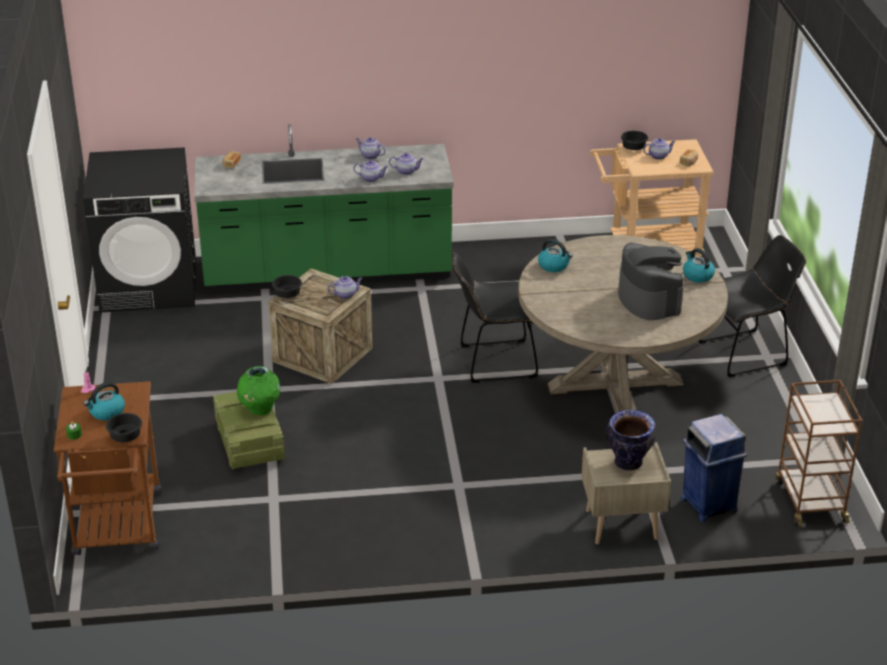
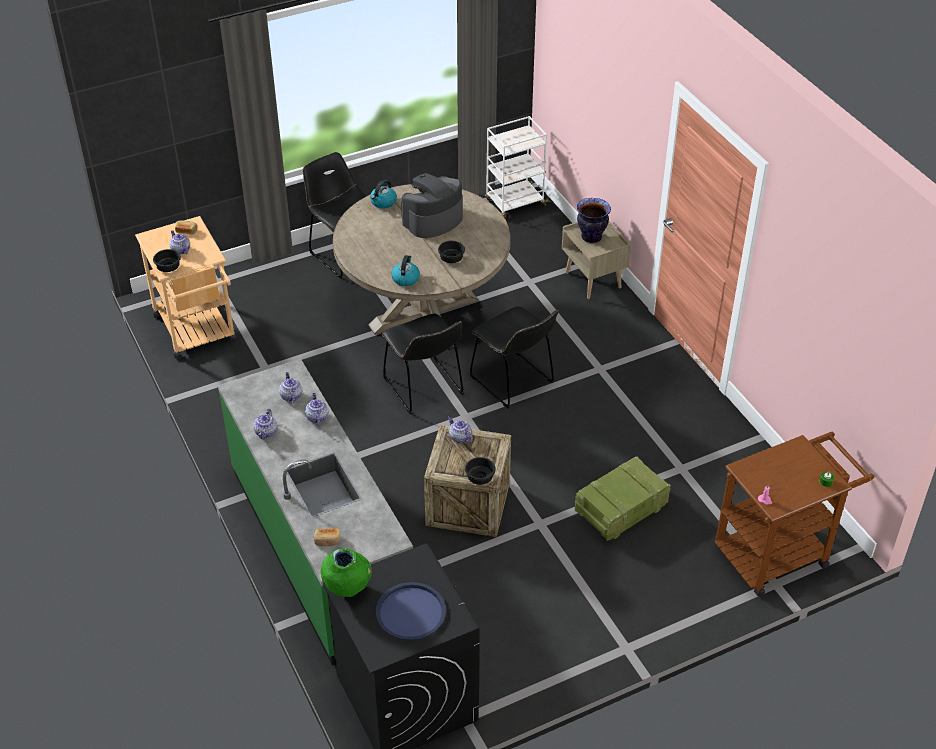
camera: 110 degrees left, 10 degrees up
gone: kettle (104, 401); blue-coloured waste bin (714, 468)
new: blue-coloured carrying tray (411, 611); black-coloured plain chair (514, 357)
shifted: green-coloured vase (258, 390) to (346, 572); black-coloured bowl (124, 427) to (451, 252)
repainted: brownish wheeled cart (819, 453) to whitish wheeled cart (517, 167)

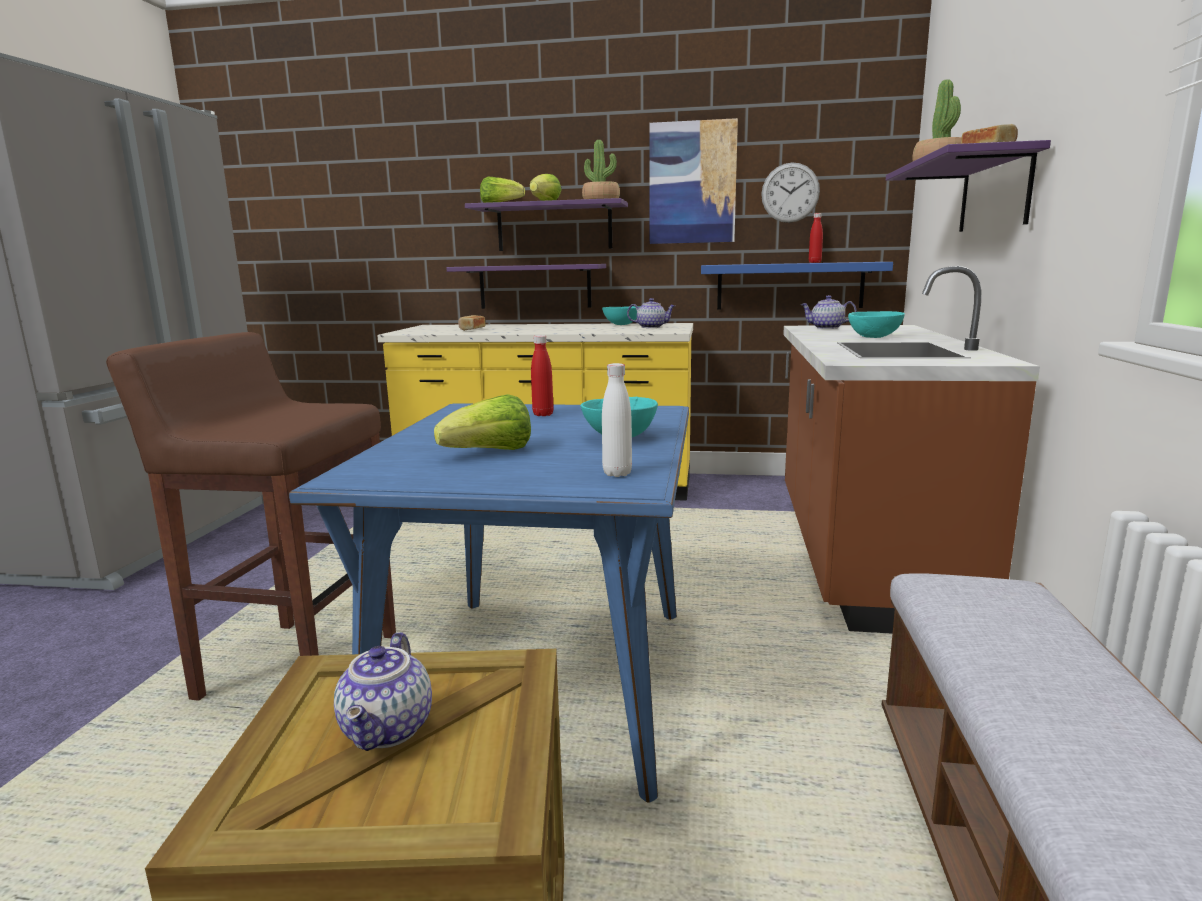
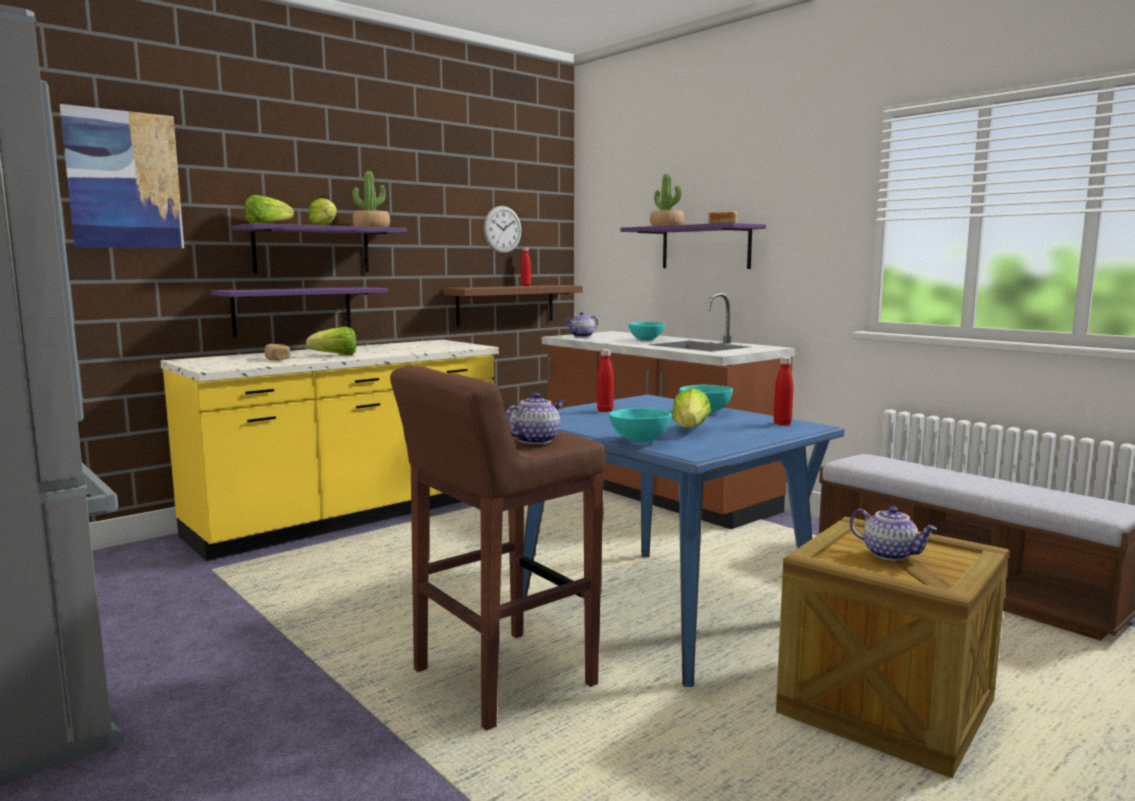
camera: 50 degrees left, 5 degrees down
new: head of lettuce (331, 341)
shifted: wall art (693, 181) to (122, 176); pot for tea (651, 313) to (535, 418); turquoise-coloured bowl (621, 315) to (640, 425)
repainted: blue-coloured bracket shelf (797, 285) to brownish bracket shelf (513, 305); whitish drink bottle (617, 420) to red-coloured drink bottle (783, 391)

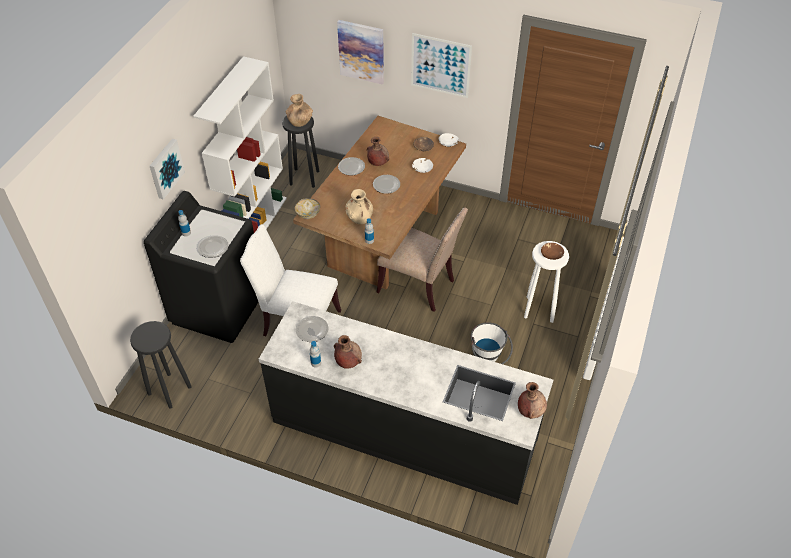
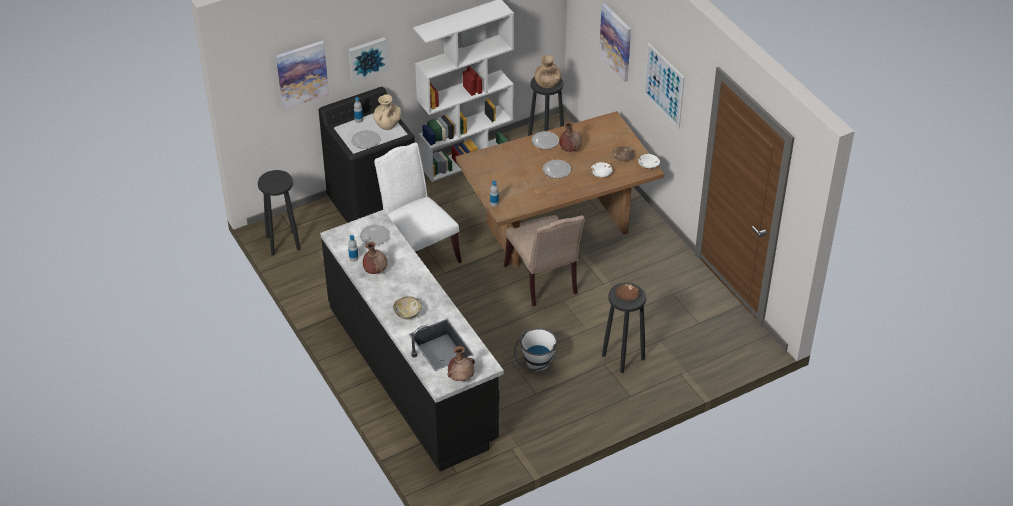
camera: 40 degrees right, 5 degrees down
new: wall art (302, 75)
shifted: beige vase (359, 206) to (387, 112); bowl (307, 208) to (407, 308)
repainted: whitish stool seat (546, 282) to black-coloured stool seat (624, 328)

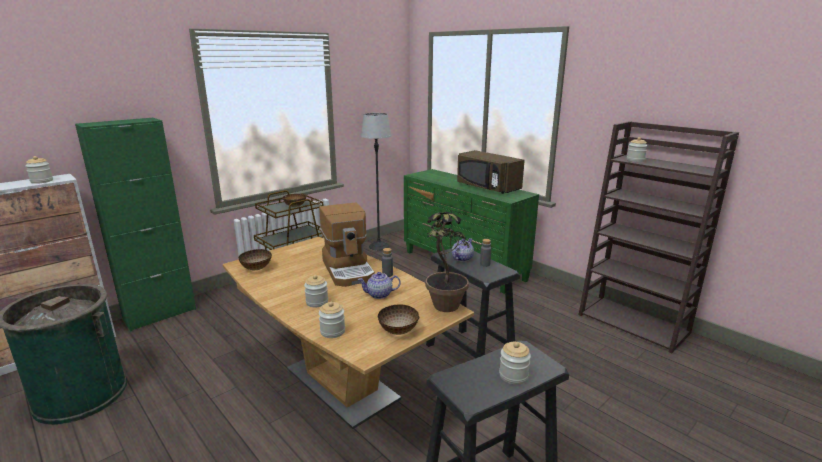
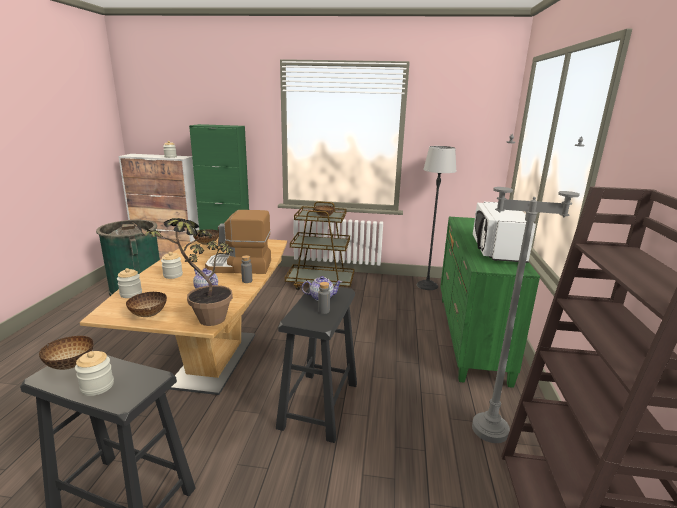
camera: 50 degrees right, 0 degrees up
gone: storage jar (637, 149)
new: bowl (66, 353); gray standard lamp (528, 288)
repainted: brownish microwave (491, 172) to whitish microwave (504, 232)
rotated: coffee machine (347, 244) = (238, 242) 60 degrees clockwise

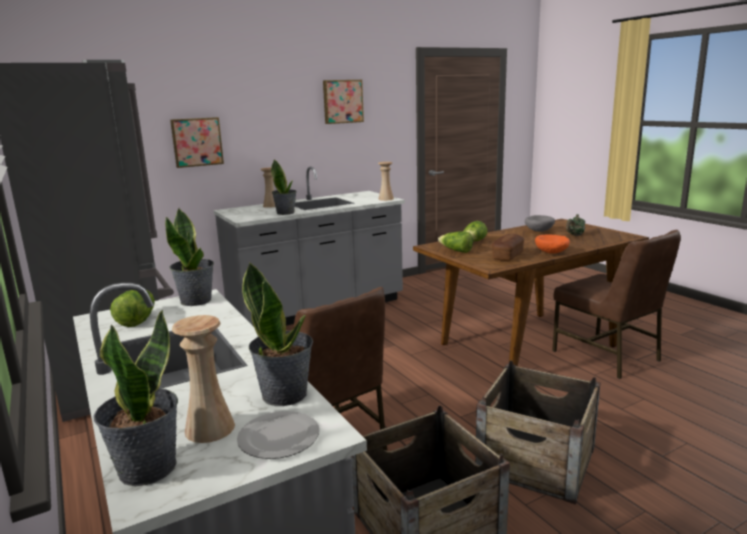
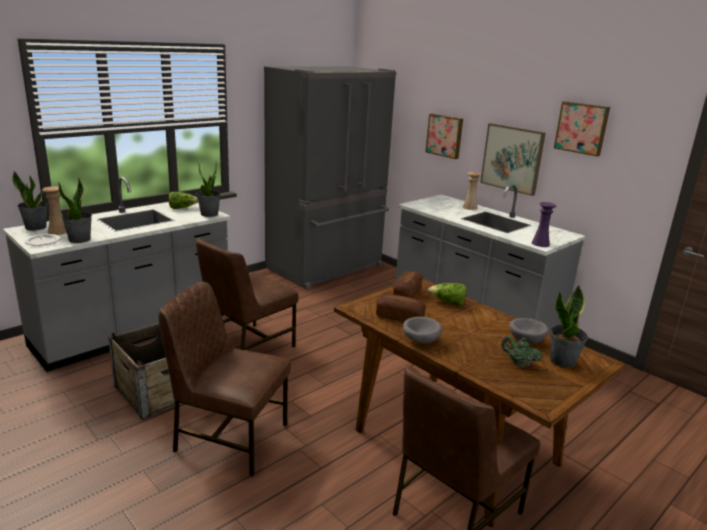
camera: 75 degrees right, 5 degrees up
new: wall art (513, 159)
shifted: plant in a pot (284, 187) to (568, 326)
swapped: crate (537, 432) to brownish plain chair (224, 379); head of lettuce (455, 242) to bread (408, 285)
repainted: orange-coloured bowl (552, 244) to gray bowl (422, 330); beige vase (386, 181) to purple vase (544, 224)

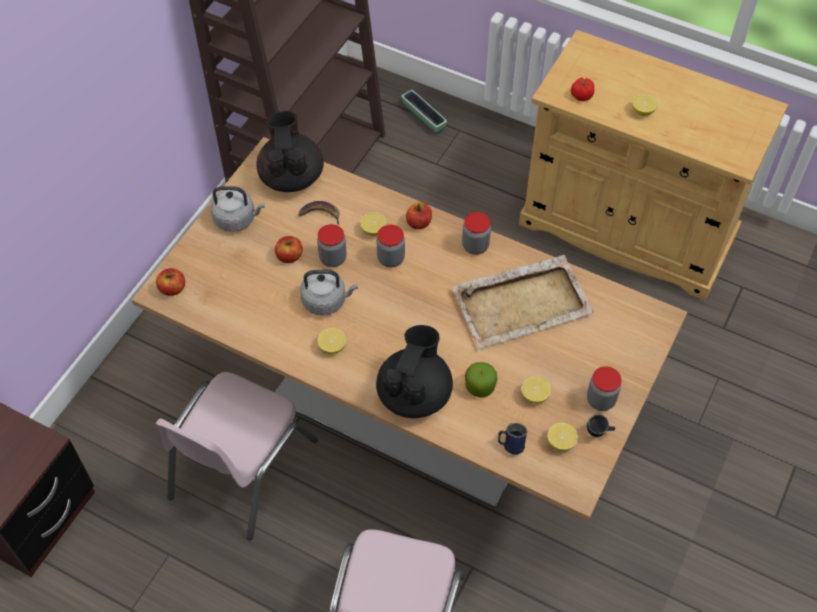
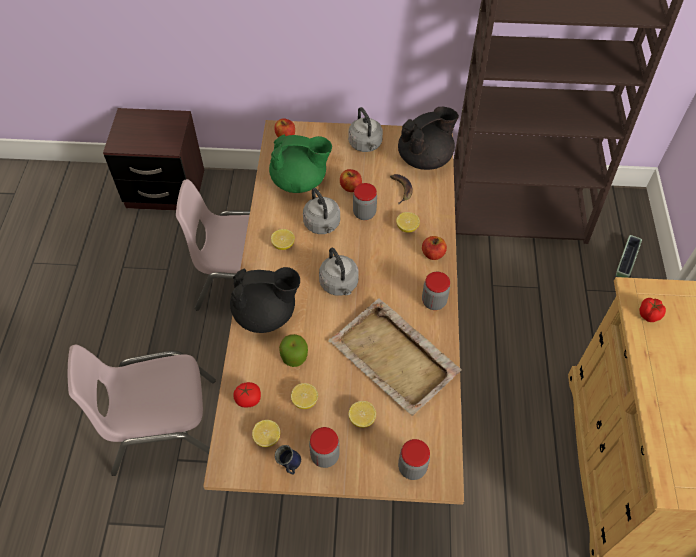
camera: 65 degrees right, 0 degrees up
new: green-coloured pot for tea (300, 164); gray kettle (339, 272)
shifted: whole lemon (645, 105) to (362, 414); storage jar (390, 246) to (414, 459)
swapped: blue-coloured coffee mug (512, 439) to fresh tomato (247, 395)

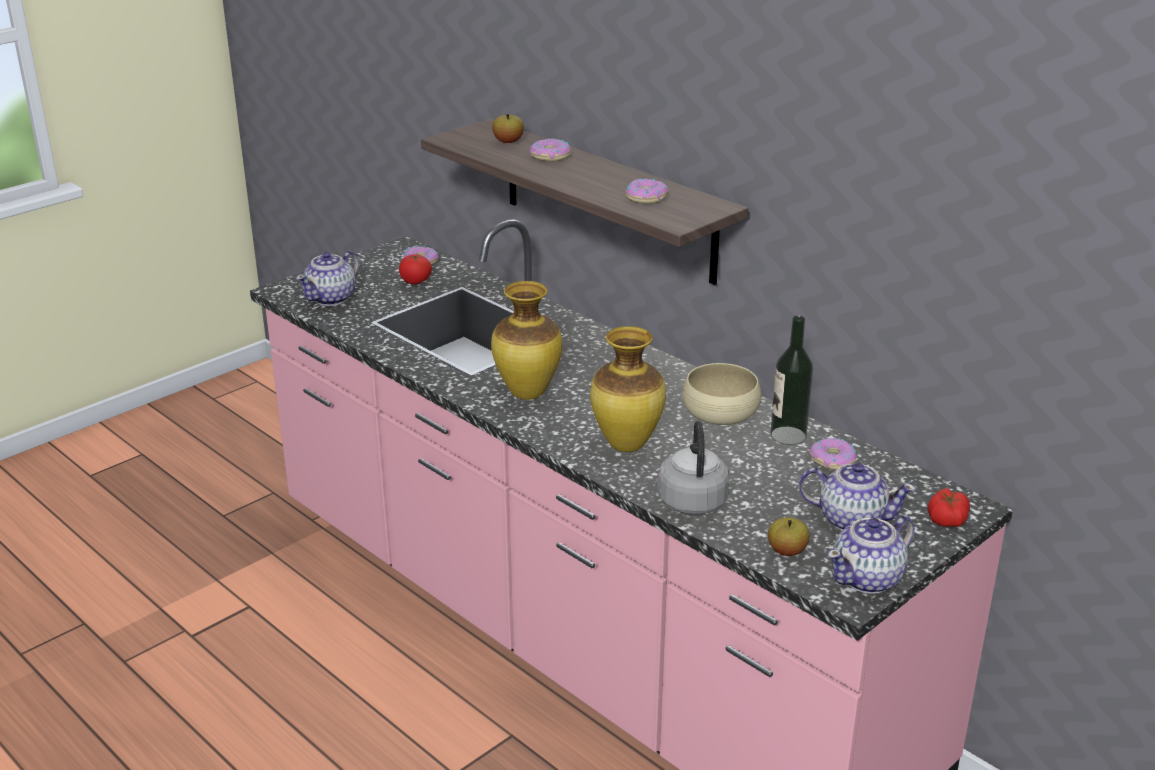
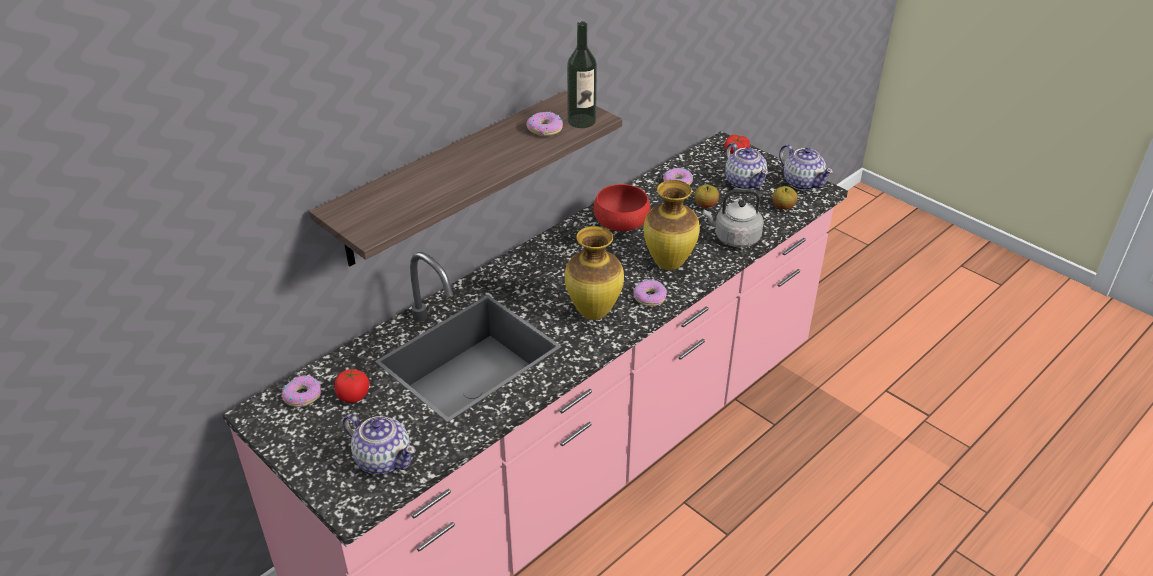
camera: 90 degrees left, 10 degrees up
shifted: drink bottle (791, 380) to (582, 74); ring doughnut (550, 150) to (650, 292); whole apple (508, 128) to (706, 196)
repainted: beige bowl (721, 394) to red-coloured bowl (621, 207)
rotated: pot for tea (857, 497) = (747, 166) 135 degrees clockwise

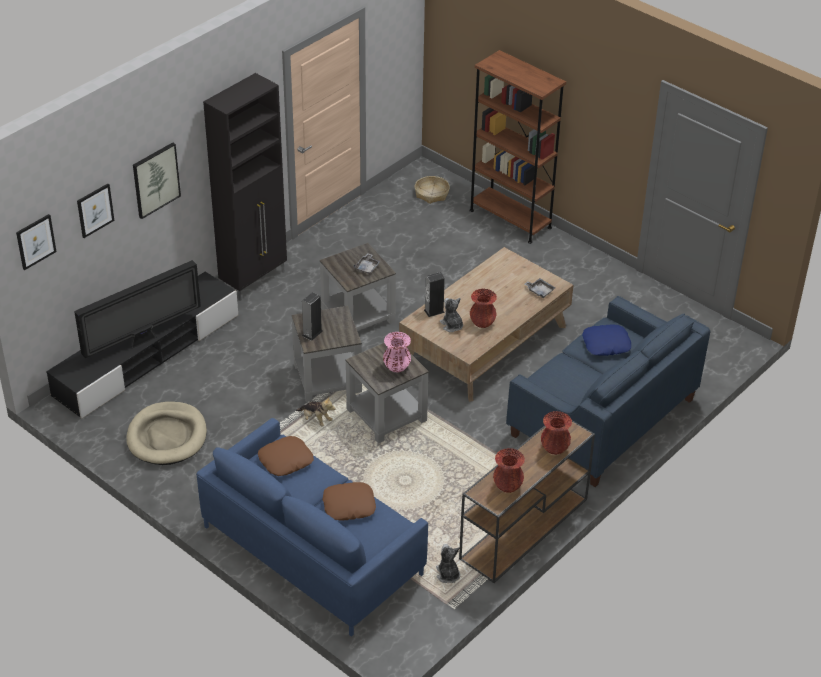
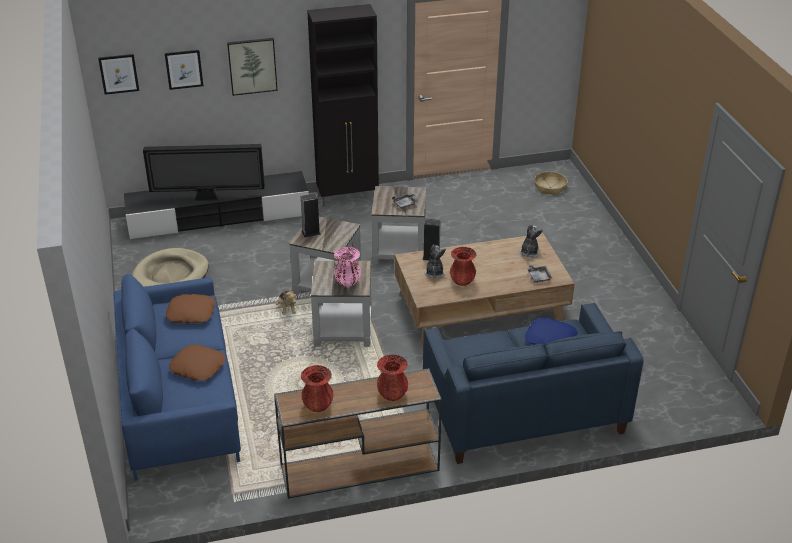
camera: 35 degrees right, 5 degrees down
gone: brownish bookcase (518, 147)
shifted: soft toy (448, 563) to (531, 241)

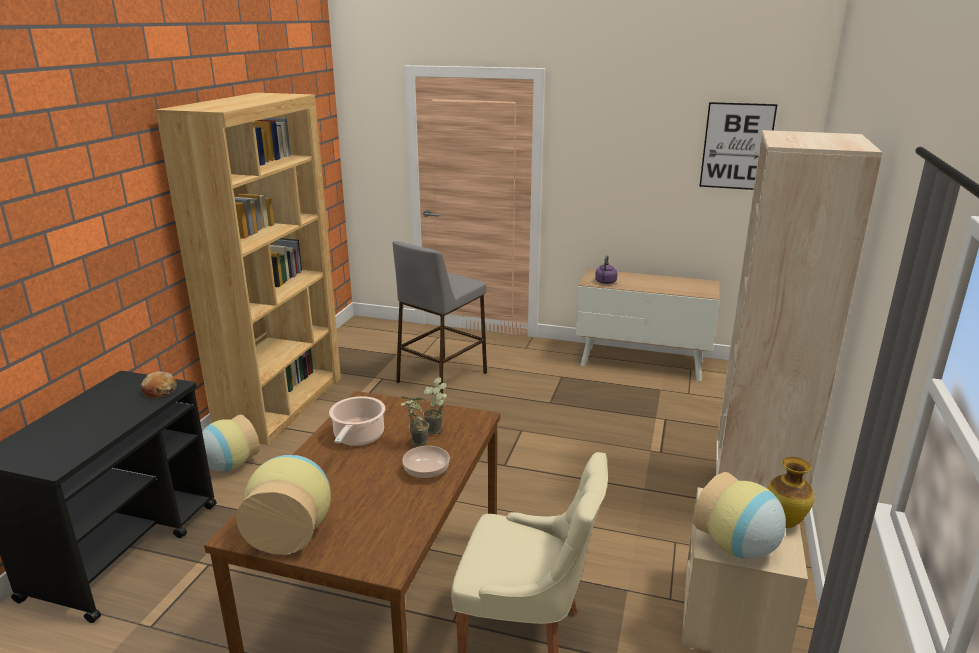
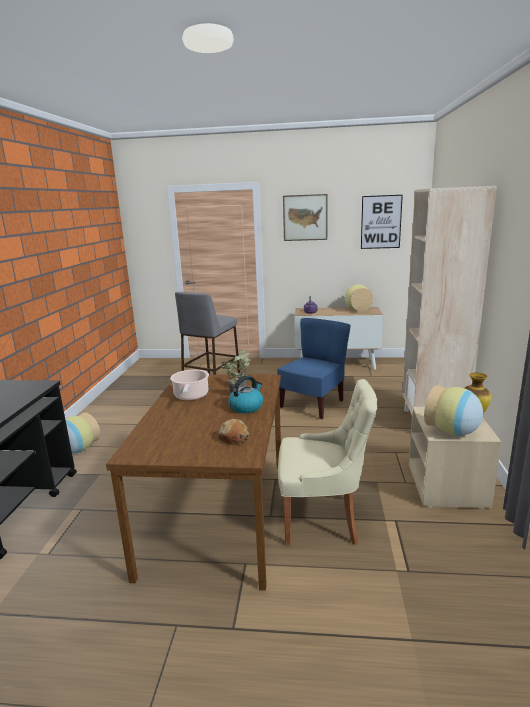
camera: 10 degrees left, 5 degrees down
gone: brownish bookcase (248, 269)
new: blue-coloured plain chair (314, 368); wall art (305, 217)
shifted: bread (159, 385) to (233, 432); vase (283, 504) to (359, 297)
swapped: bowl (426, 462) to kettle (245, 394)

